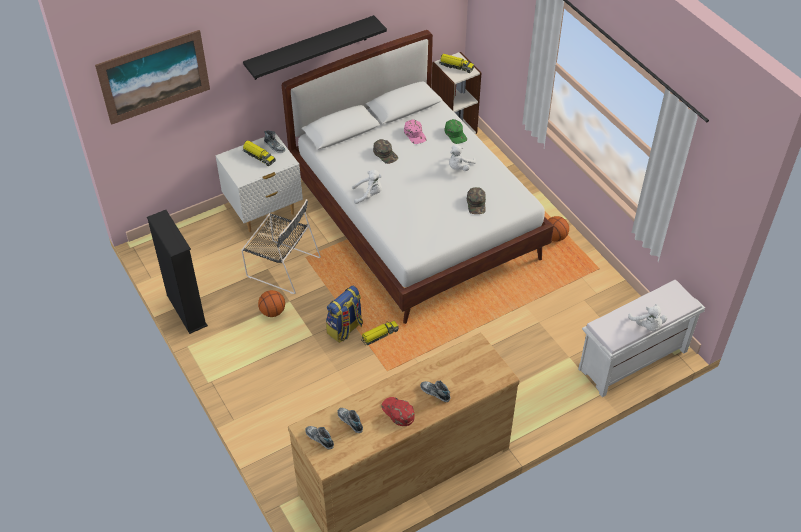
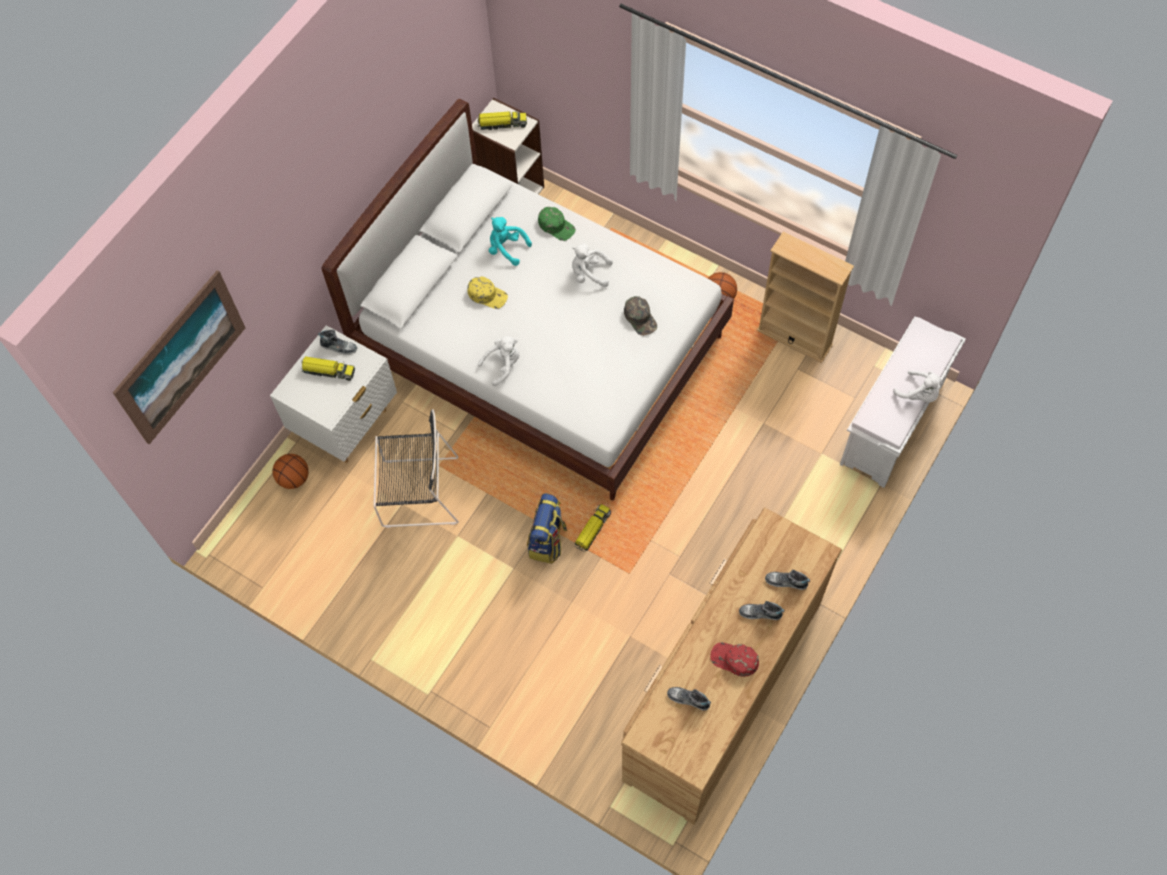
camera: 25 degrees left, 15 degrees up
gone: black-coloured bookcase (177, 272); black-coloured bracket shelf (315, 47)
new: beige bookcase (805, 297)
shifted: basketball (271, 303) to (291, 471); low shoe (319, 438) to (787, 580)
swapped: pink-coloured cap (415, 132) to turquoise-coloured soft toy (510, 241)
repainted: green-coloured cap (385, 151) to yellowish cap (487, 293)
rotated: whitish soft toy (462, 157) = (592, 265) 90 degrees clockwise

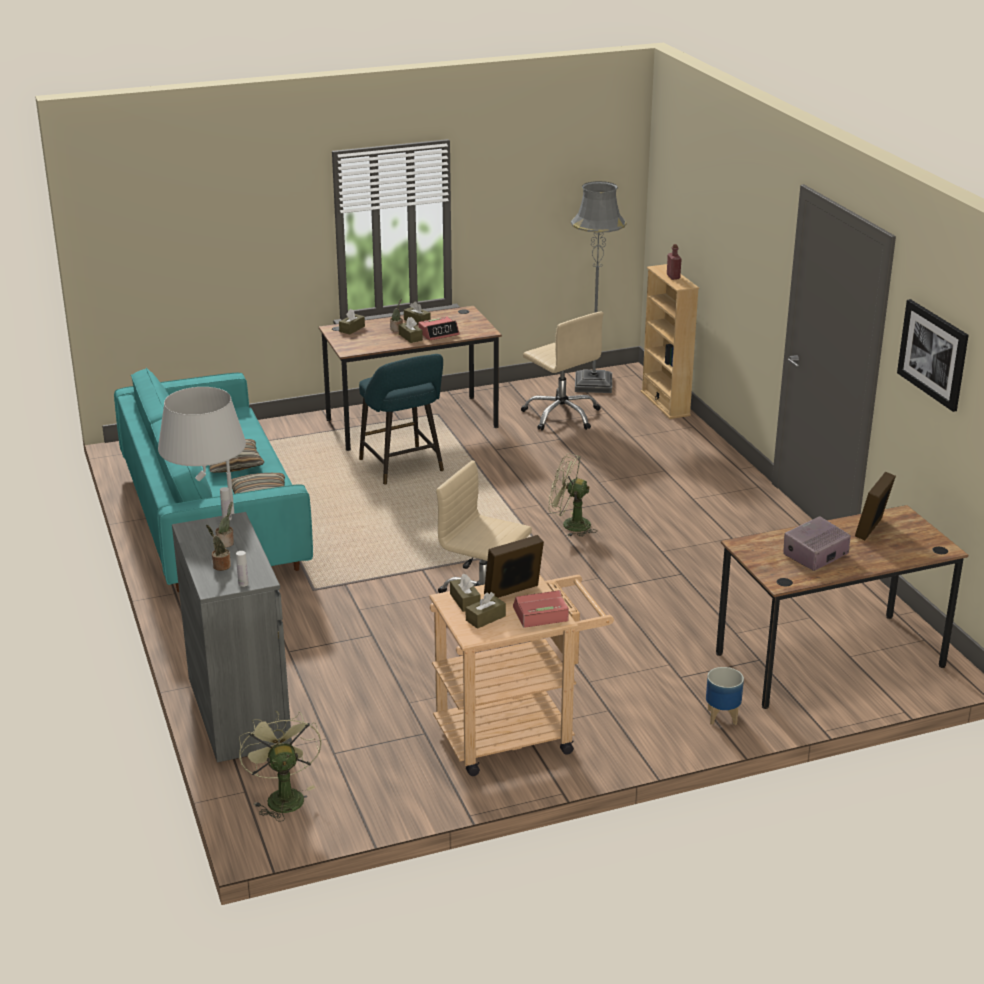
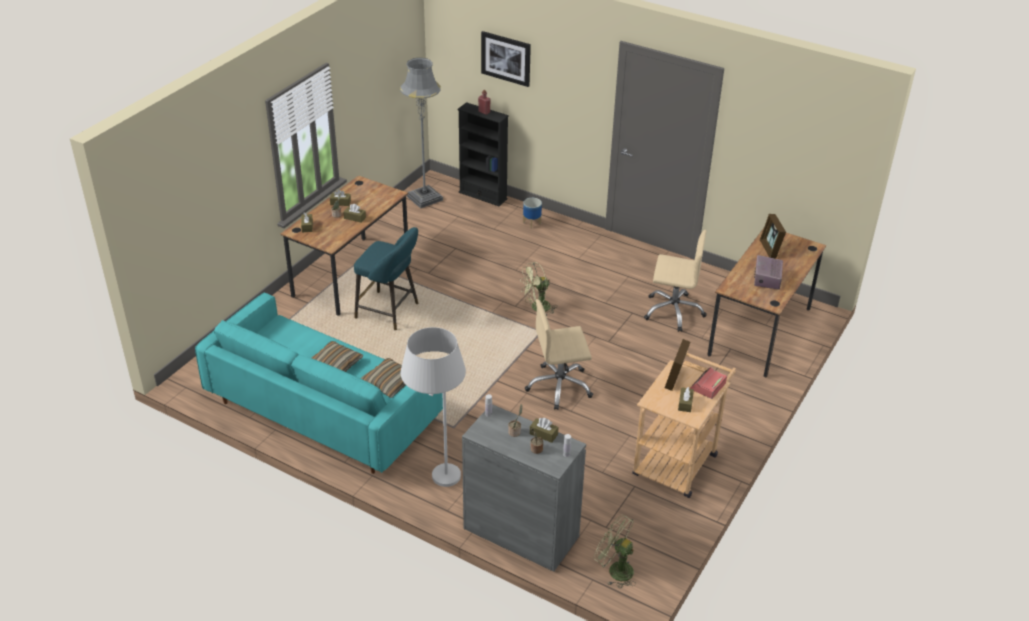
camera: 40 degrees left, 10 degrees up
gone: alarm clock (438, 329)
shifted: wall art (933, 355) to (506, 59); planter (725, 696) to (532, 213); brownish tissue holder (465, 593) to (544, 430); beige computer chair (562, 371) to (675, 281)
repainted: beige bookcase (670, 341) to black-coloured bookcase (483, 154)

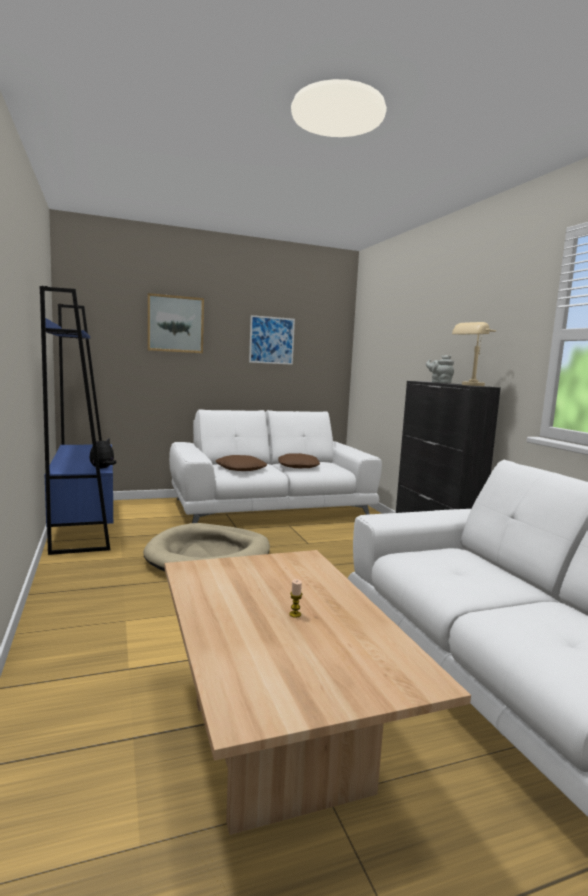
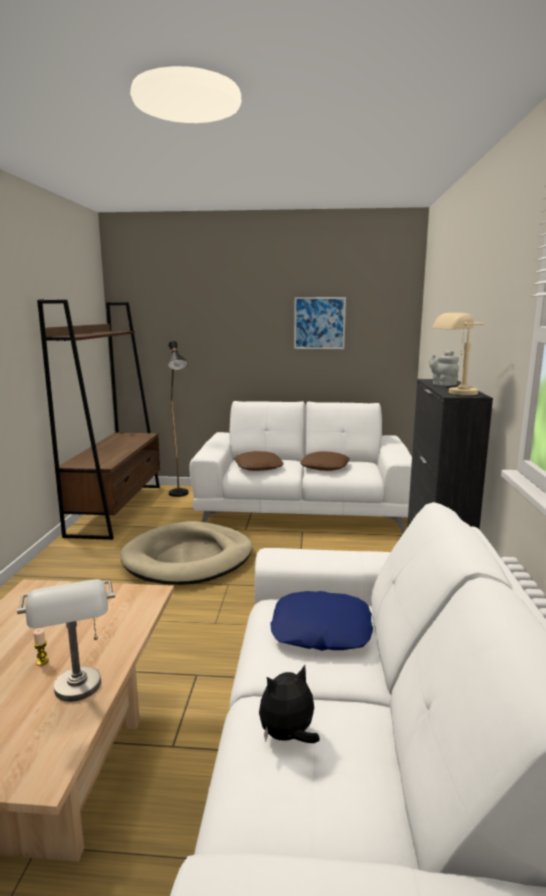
camera: 25 degrees right, 5 degrees up
gone: wall art (175, 323)
new: gray table lamp (66, 640); black-coloured standard lamp (178, 419); blue-coloured pillow (321, 621)
shifted: soft toy (103, 453) to (289, 704)
repainted: blue-coloured bookcase (76, 420) to brownish bookcase (98, 419)

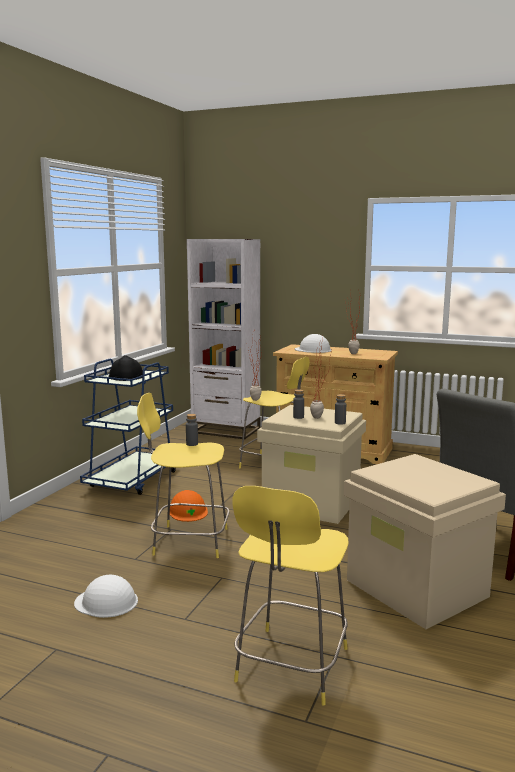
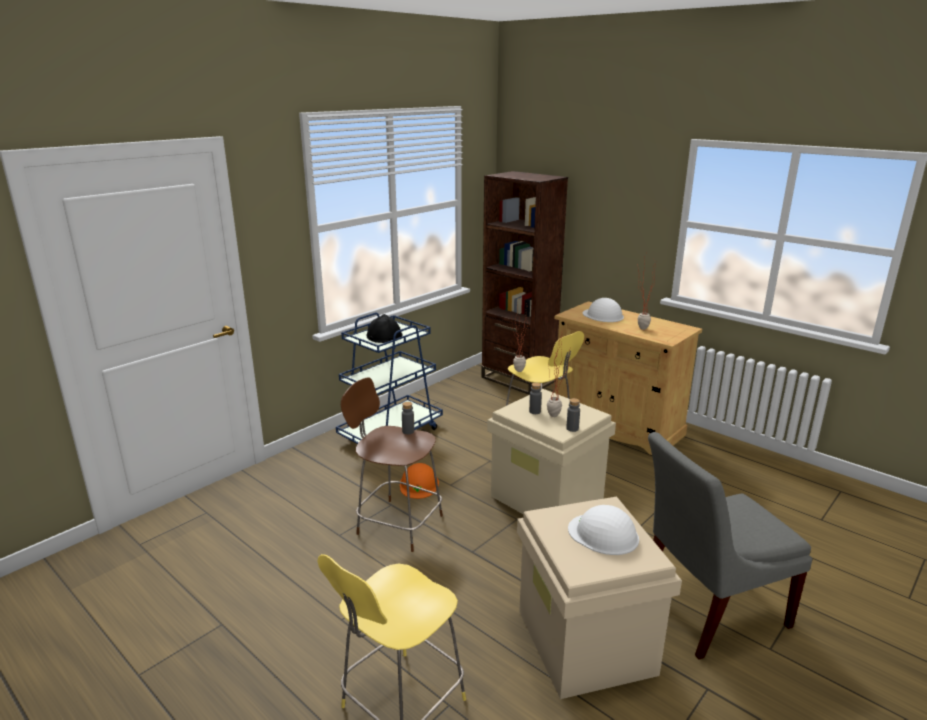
camera: 20 degrees right, 10 degrees up
shifted: whitish safety helmet (106, 596) to (603, 530)
repainted: yellowish stool seat (183, 475) to brownish stool seat (392, 464); whitish bookcase (224, 339) to brownish bookcase (524, 283)

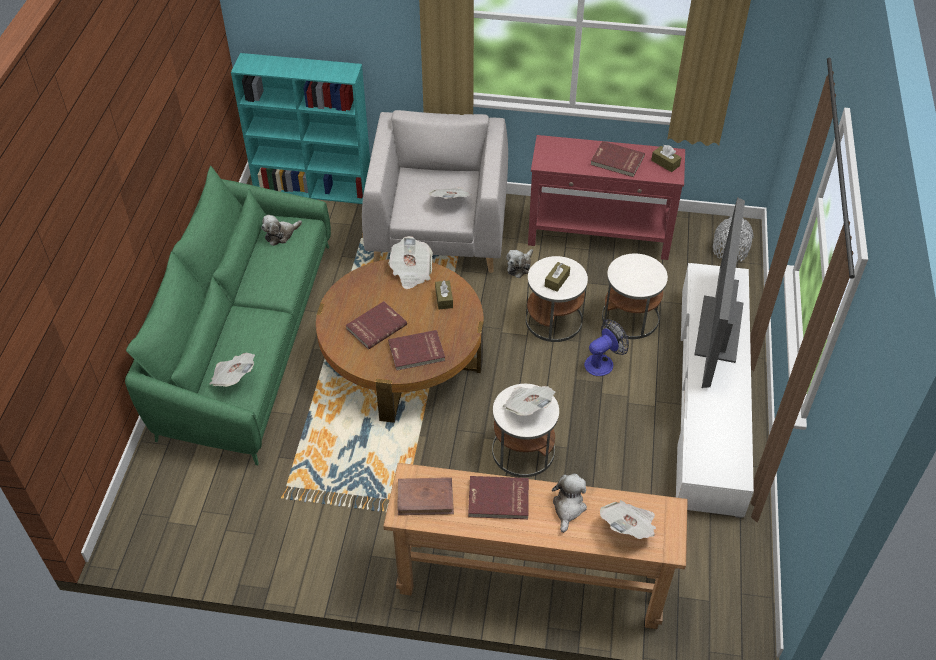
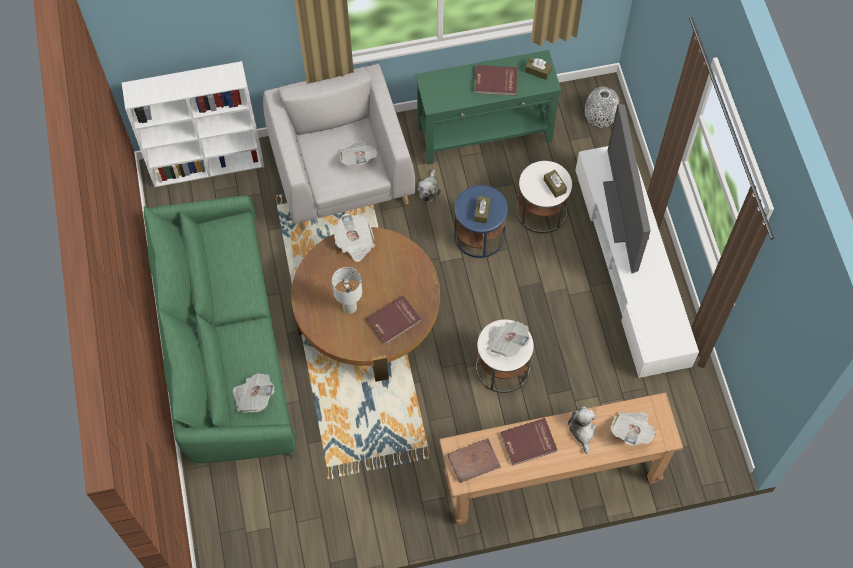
camera: 20 degrees left, 15 degrees up
gone: soft toy (281, 230); electric fan (606, 347)
shifted: brownish tissue holder (444, 294) to (555, 184)
swapped: red-coloured bound book (376, 325) to whitish table lamp (347, 290)
repainted: turquoise-coloured bookcase (300, 128) to whitish bookcase (193, 124); red-coloured hall table (606, 197) to green-coloured hall table (488, 107); whitish end table (557, 299) to blue-coloured end table (481, 221)

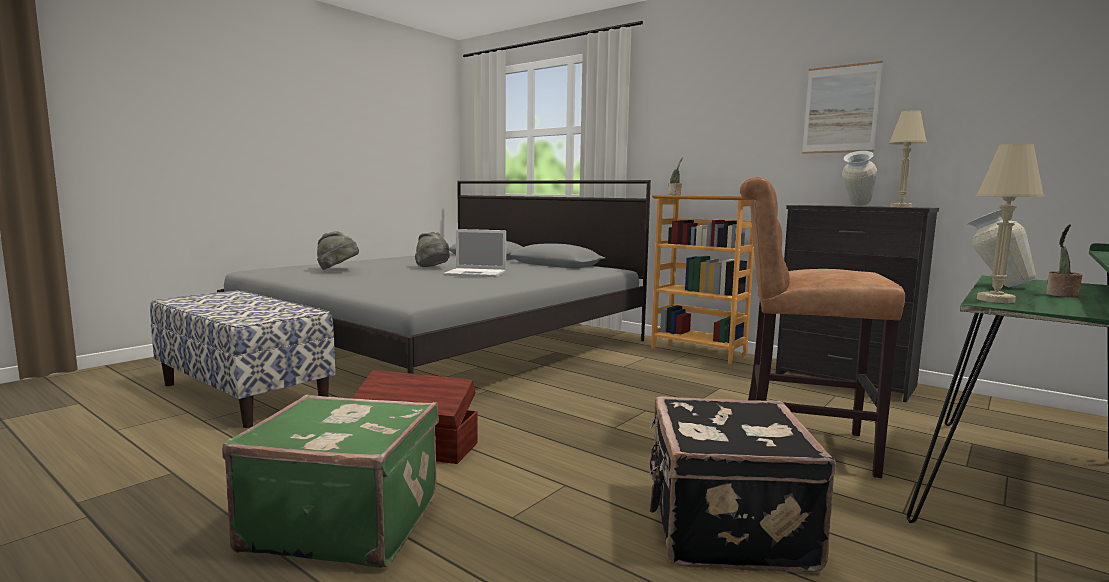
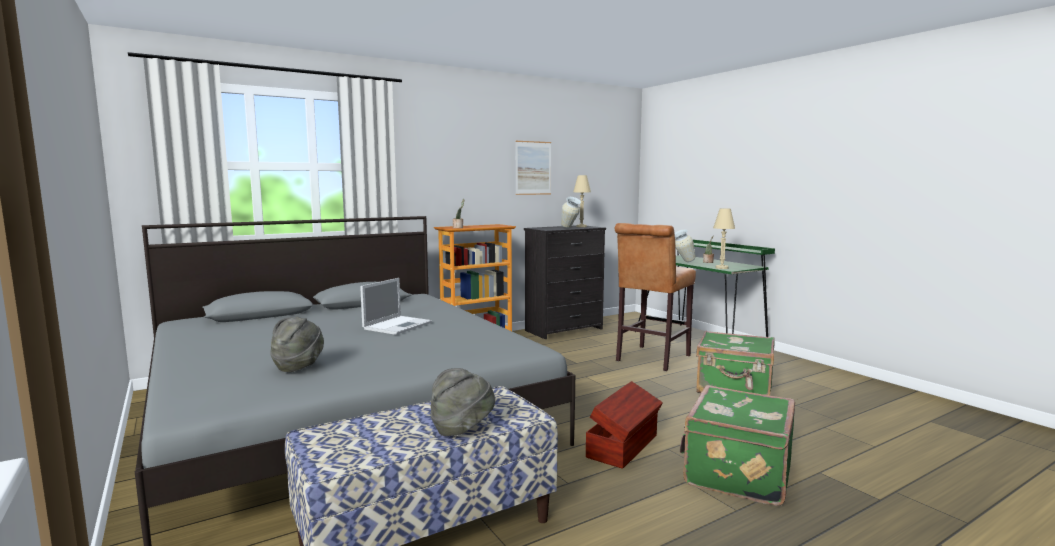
camera: 70 degrees left, 0 degrees up
shifted: gray clothing hat (432, 249) to (462, 402)
repainted: black-coloured piece of luggage (742, 484) to green-coloured piece of luggage (735, 363)

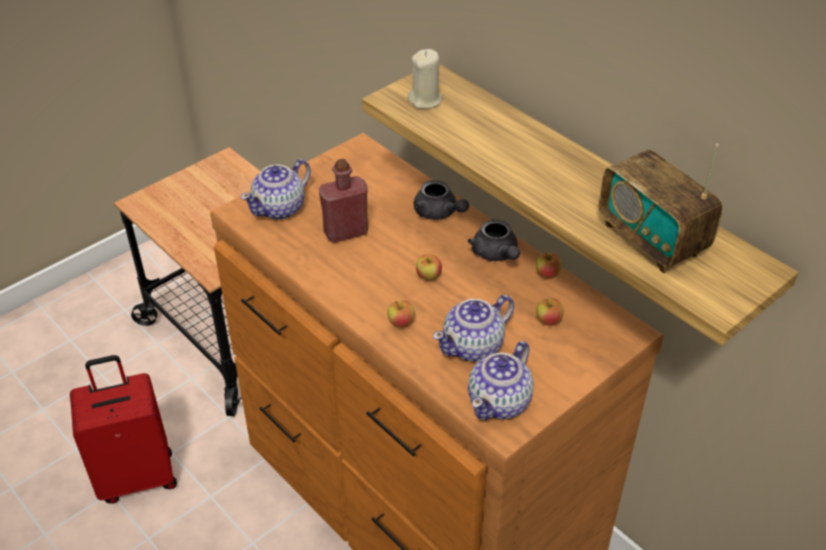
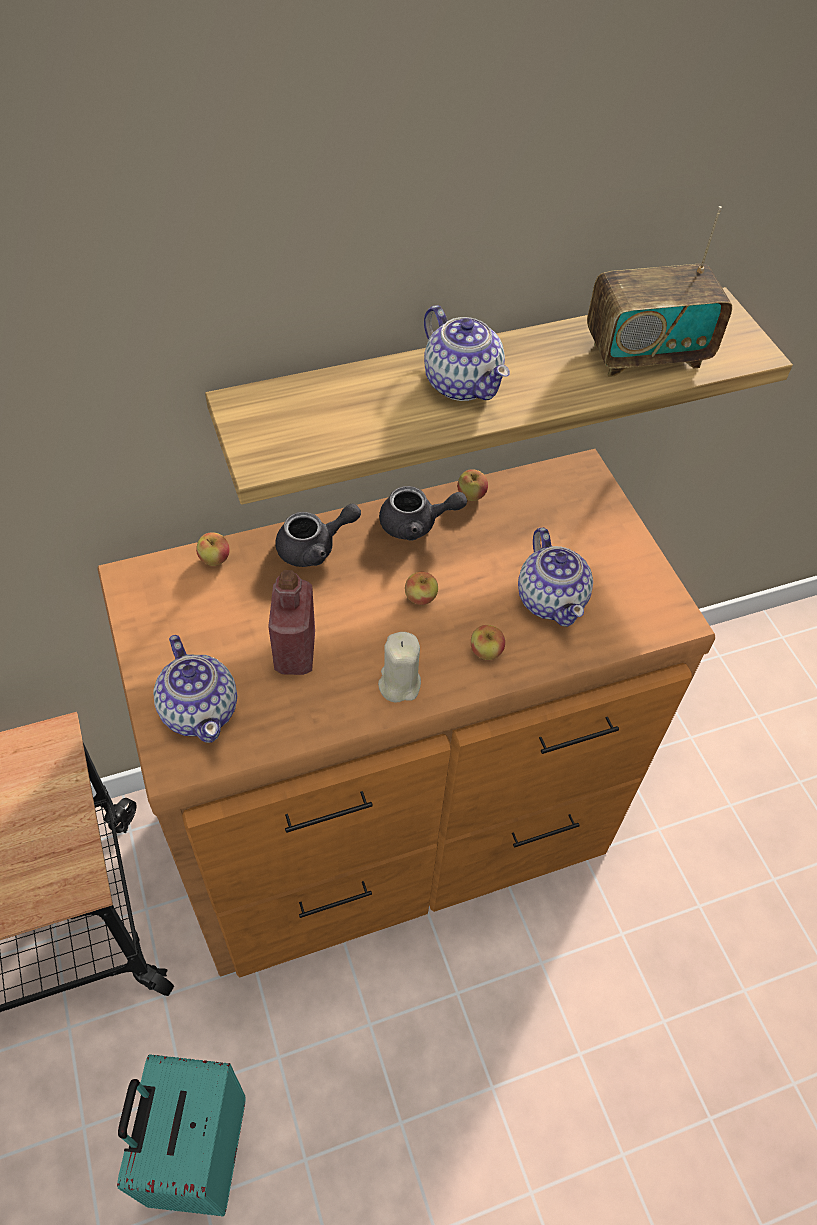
camera: 70 degrees left, 10 degrees up
shifted: whole apple (550, 312) to (213, 549); beige candle (425, 79) to (399, 667); pot for tea (501, 380) to (467, 353)
repainted: red-coloured piece of luggage (123, 429) to turquoise-coloured piece of luggage (181, 1135)

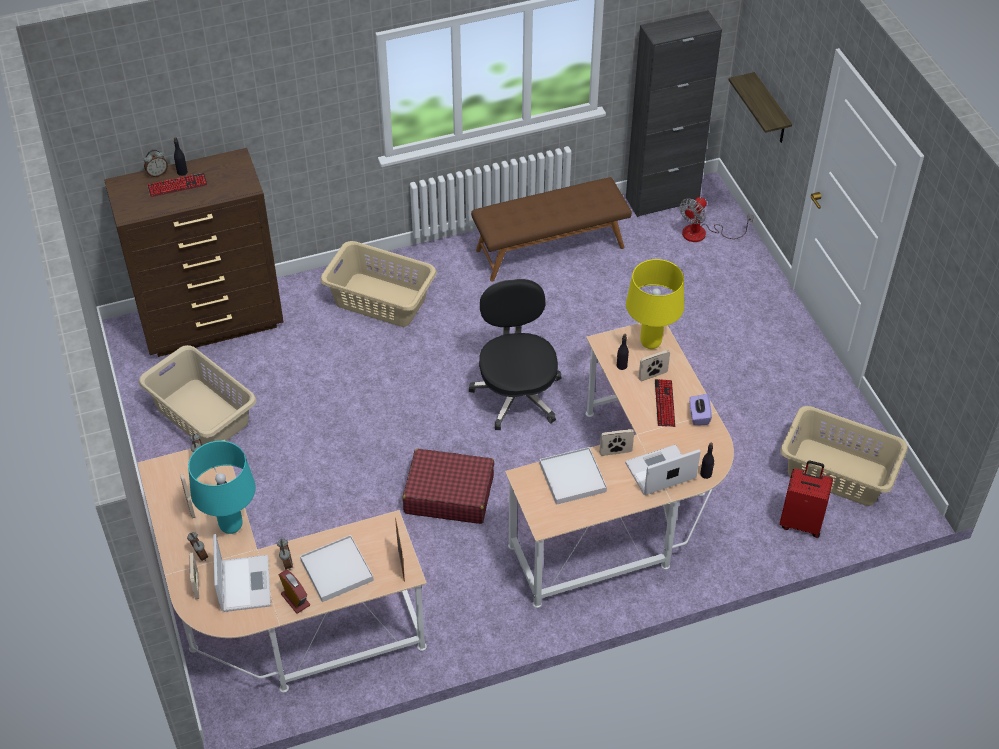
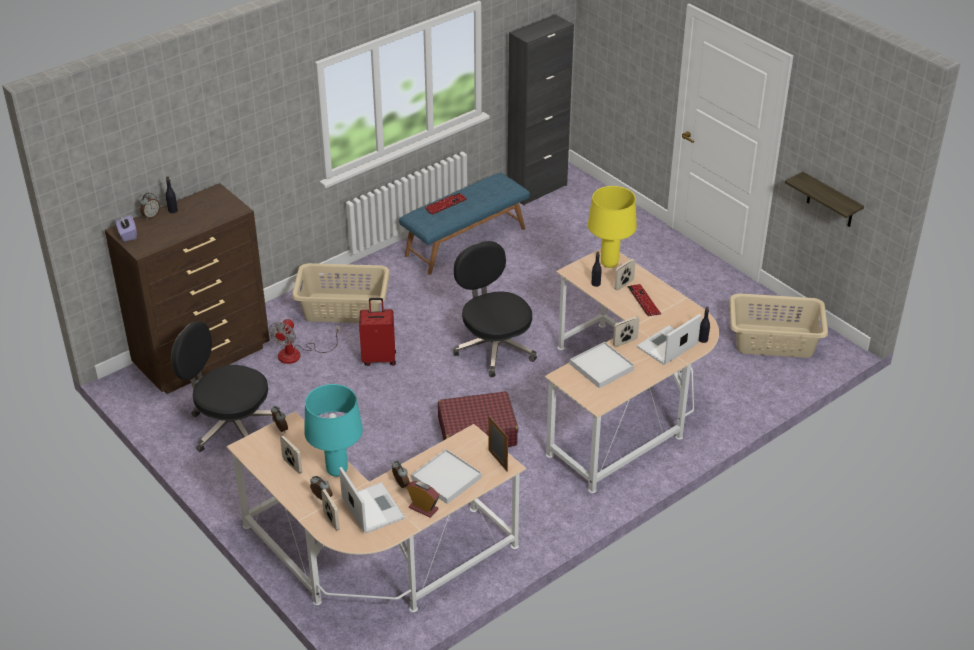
camera: 20 degrees left, 10 degrees down
shifted: purple tissue holder (700, 409) to (126, 228); electric fan (716, 219) to (305, 341); red-coloured piece of luggage (806, 499) to (377, 332); keyboard (177, 185) to (445, 204); bracket shelf (760, 107) to (824, 199)
swapped: beige hamper (198, 395) to black-coloured computer chair (223, 386)
repainted: brownish bench (551, 229) to blue-coloured bench (464, 223)

